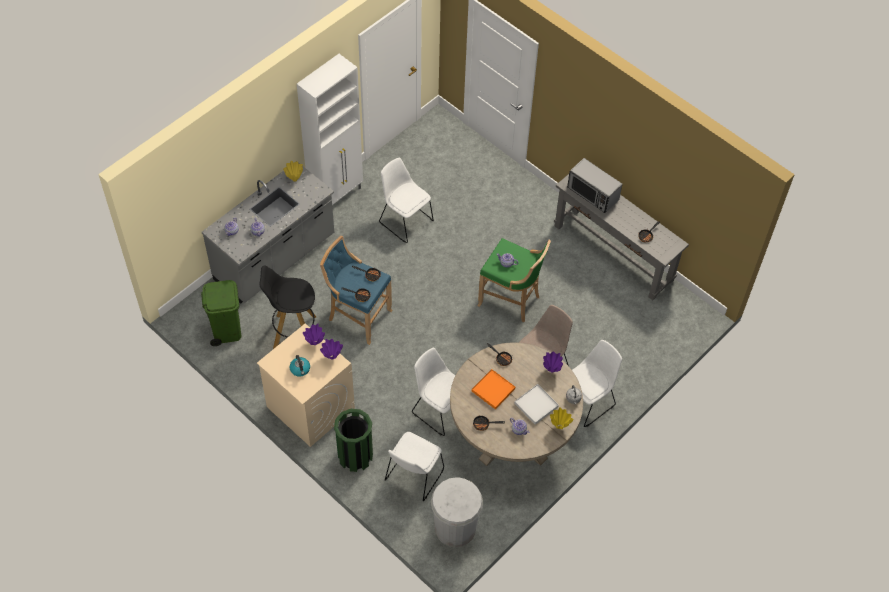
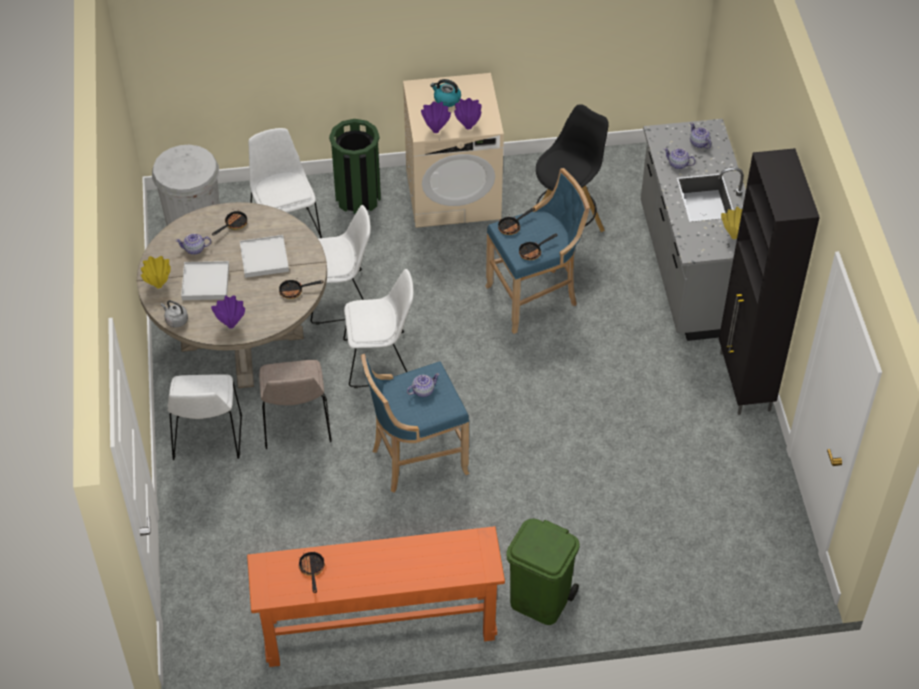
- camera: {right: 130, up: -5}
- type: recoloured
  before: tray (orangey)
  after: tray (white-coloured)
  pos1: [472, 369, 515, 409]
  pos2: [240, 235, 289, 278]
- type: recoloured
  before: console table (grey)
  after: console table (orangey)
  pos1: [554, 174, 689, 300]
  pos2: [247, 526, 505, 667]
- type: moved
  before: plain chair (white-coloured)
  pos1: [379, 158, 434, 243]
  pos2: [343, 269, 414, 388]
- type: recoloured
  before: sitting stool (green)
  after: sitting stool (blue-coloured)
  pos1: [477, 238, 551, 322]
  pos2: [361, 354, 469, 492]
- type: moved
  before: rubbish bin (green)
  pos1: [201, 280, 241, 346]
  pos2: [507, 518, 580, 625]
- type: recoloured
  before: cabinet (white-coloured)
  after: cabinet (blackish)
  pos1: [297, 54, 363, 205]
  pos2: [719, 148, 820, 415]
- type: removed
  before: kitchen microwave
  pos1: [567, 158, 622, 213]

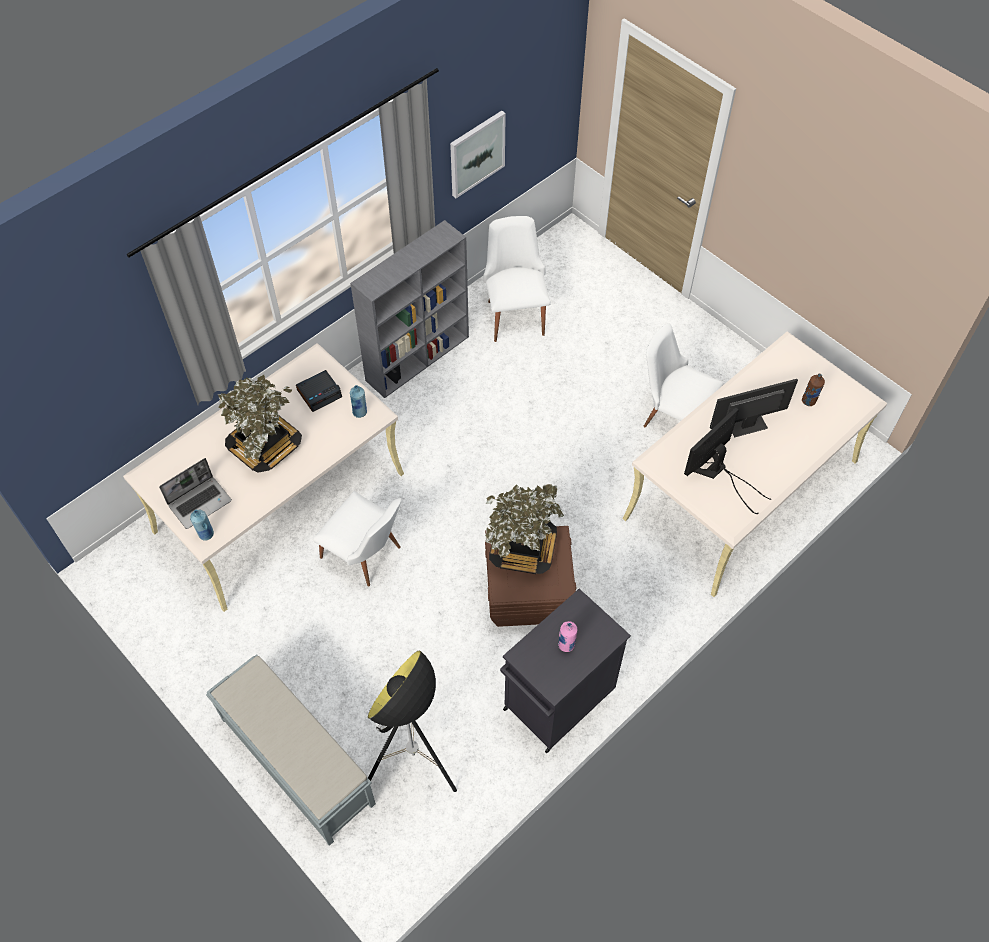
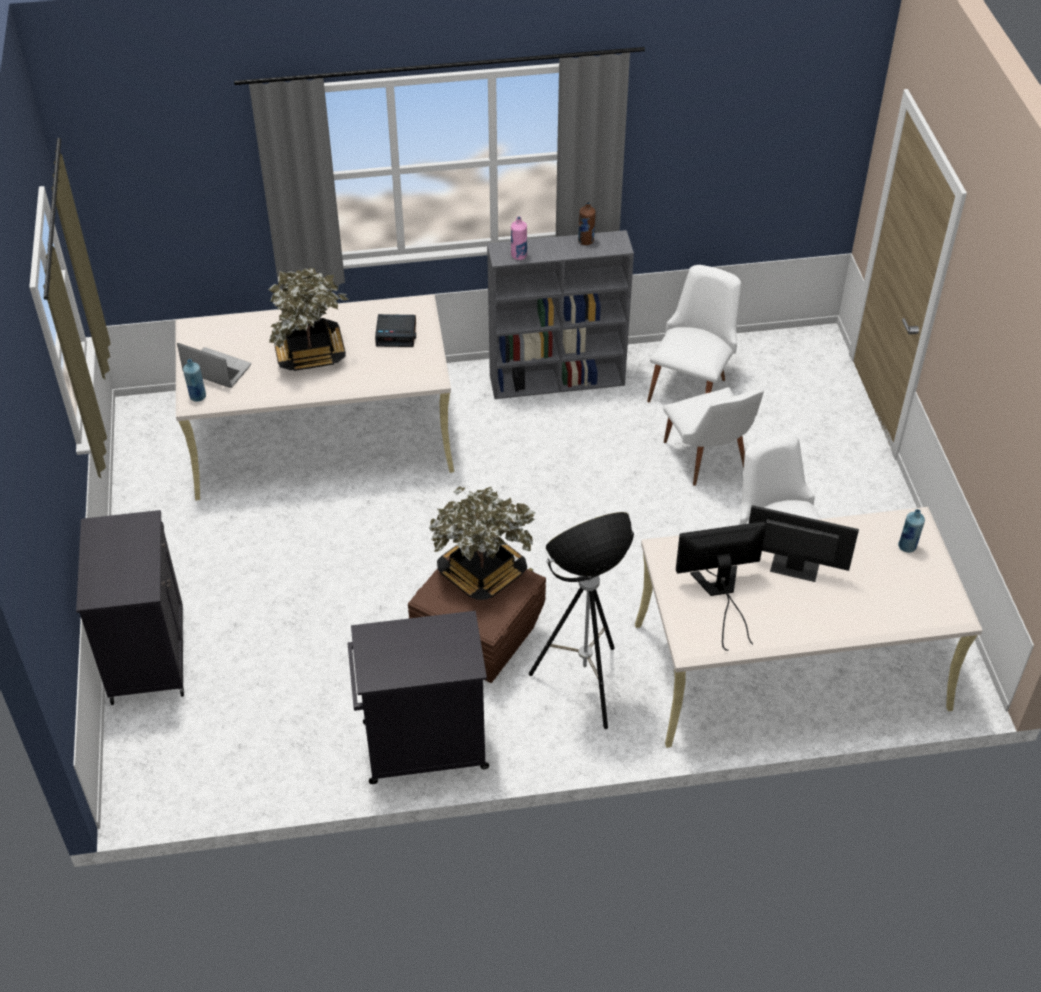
- camera: {right: 35, up: -10}
- type: replaced
  before: bench (grey)
  after: cabinet (blackish)
  pos1: [206, 654, 376, 846]
  pos2: [76, 510, 184, 705]
- type: turned
  before: portable computer
  pos1: [159, 458, 232, 529]
  pos2: [177, 343, 251, 388]
  turn: -150
- type: moved
  before: drink bottle (pink)
  pos1: [558, 621, 577, 652]
  pos2: [511, 216, 527, 260]
- type: moved
  before: floor lamp
  pos1: [368, 650, 457, 792]
  pos2: [529, 512, 634, 729]
- type: moved
  before: drink bottle (brownish)
  pos1: [802, 374, 825, 406]
  pos2: [578, 202, 596, 245]
- type: moved
  before: plain chair (white-coloured)
  pos1: [313, 491, 402, 586]
  pos2: [663, 387, 764, 486]
- type: moved
  before: drink bottle (blue-coloured)
  pos1: [350, 385, 367, 418]
  pos2: [898, 509, 925, 553]
- type: removed
  before: wall art
  pos1: [450, 111, 506, 198]

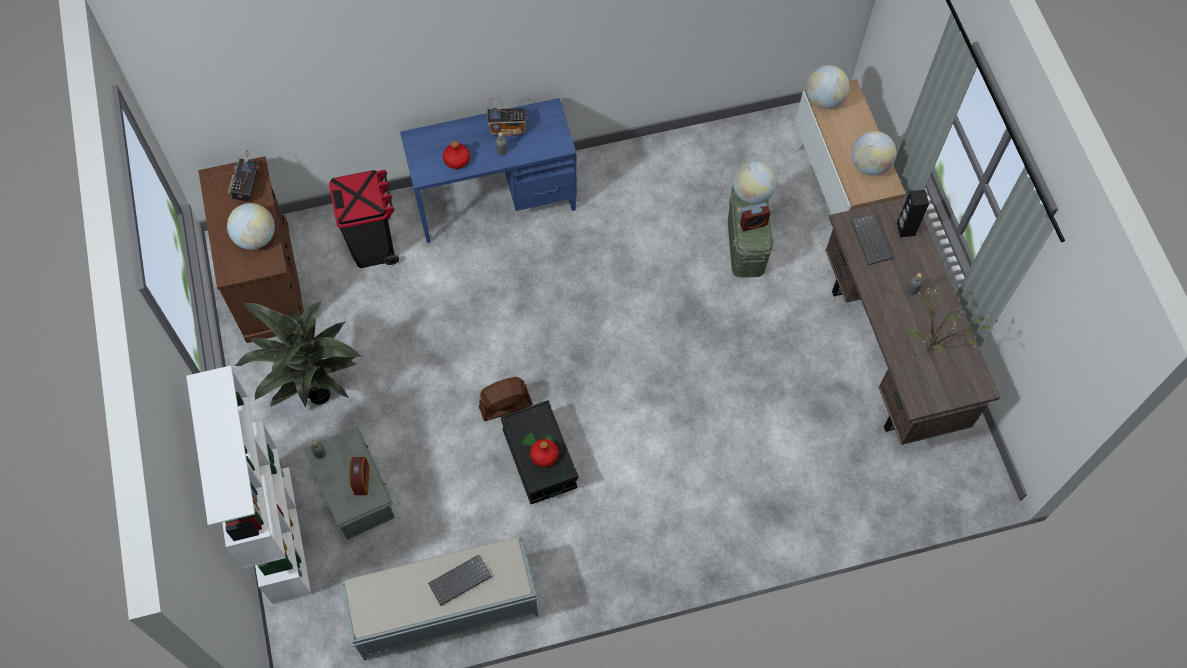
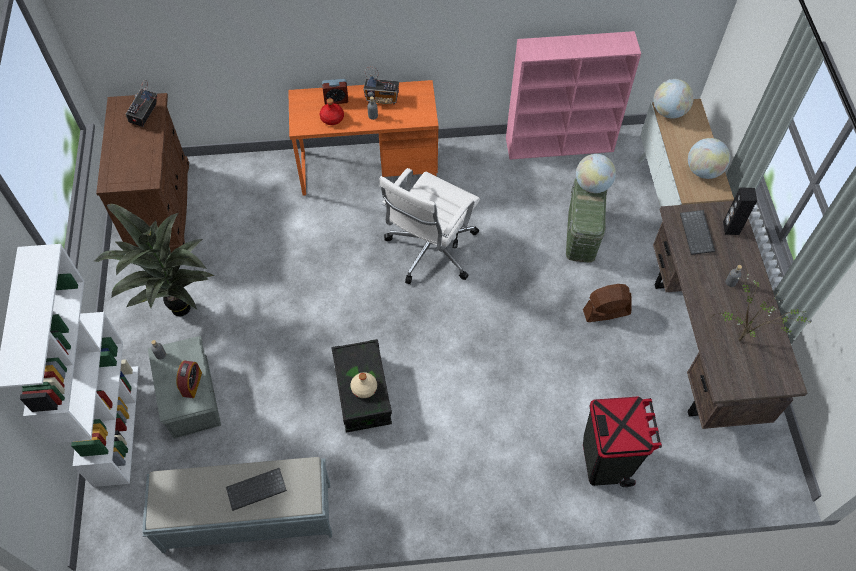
- camera: {right: 10, up: -5}
- type: recoloured
  before: desk (blue-coloured)
  after: desk (orangey)
  pos1: [400, 98, 577, 243]
  pos2: [288, 80, 438, 196]
- type: moved
  before: bedside clock
  pos1: [739, 203, 770, 231]
  pos2: [322, 79, 348, 105]
- type: recoloured
  before: drink bottle (red-coloured)
  after: drink bottle (beige-coloured)
  pos1: [530, 439, 559, 467]
  pos2: [351, 372, 377, 398]
- type: added
  after: office chair (white-coloured)
  pos2: [379, 168, 480, 284]
- type: added
  after: shelving unit (pink)
  pos2: [506, 31, 641, 159]
- type: moved
  before: cooling fan (brownish)
  pos1: [479, 377, 532, 421]
  pos2: [583, 284, 632, 322]
- type: moved
  before: rubbish bin (blackish)
  pos1: [329, 170, 399, 268]
  pos2: [583, 396, 662, 487]
- type: removed
  before: desk globe
  pos1: [227, 203, 275, 250]

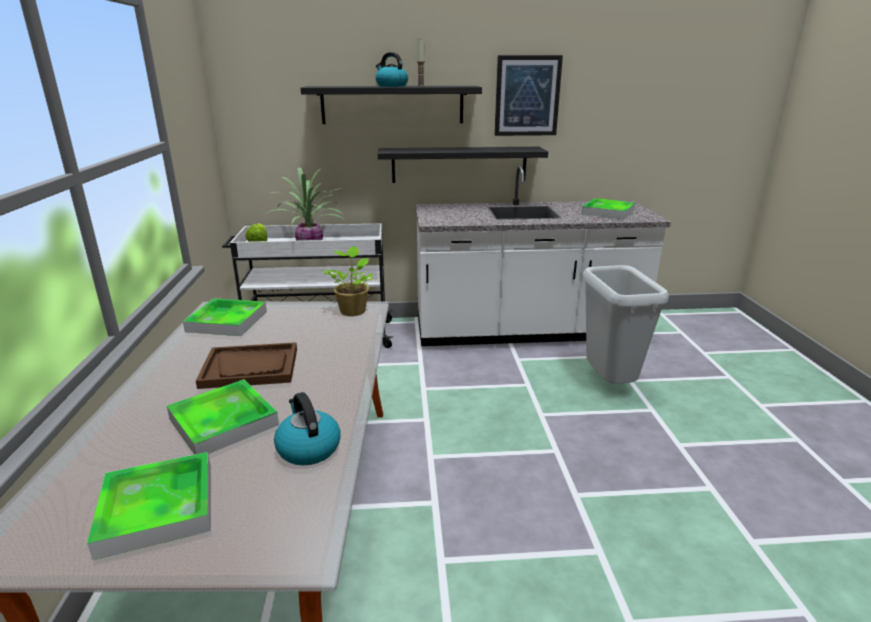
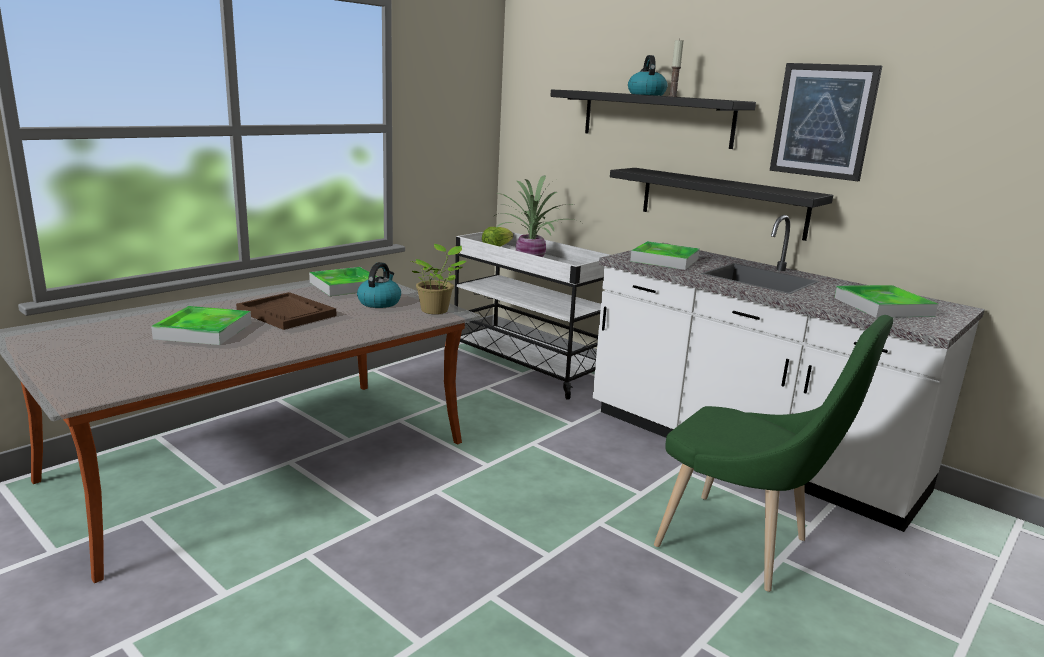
- camera: {right: 45, up: -5}
- type: moved
  before: water kettle
  pos1: [274, 392, 341, 465]
  pos2: [357, 262, 401, 308]
- type: moved
  before: tray
  pos1: [87, 452, 211, 560]
  pos2: [630, 241, 700, 270]
- type: replaced
  before: rubbish bin (grey)
  after: plain chair (green)
  pos1: [582, 265, 669, 384]
  pos2: [654, 315, 893, 592]

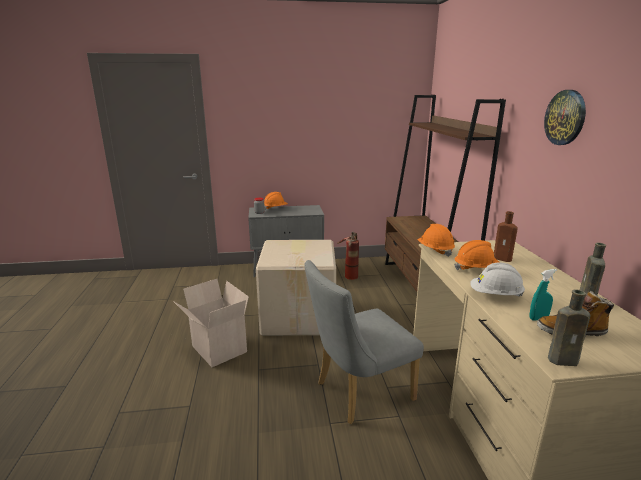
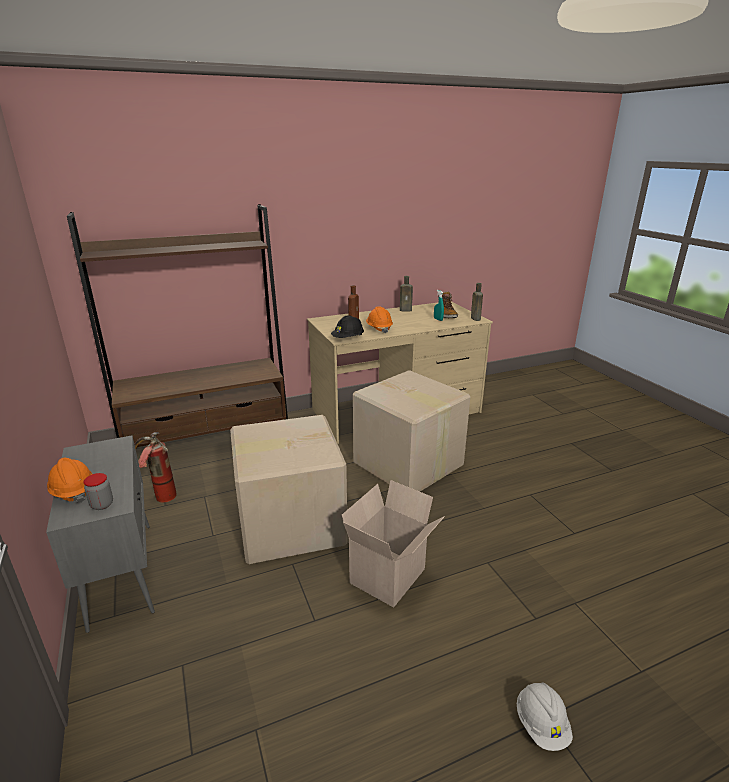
- camera: {right: -105, up: 5}
- type: recoloured
  before: hard hat (orangey)
  after: hard hat (blackish)
  pos1: [418, 224, 455, 257]
  pos2: [331, 315, 364, 338]
- type: replaced
  before: plain chair (grey)
  after: cardboard box
  pos1: [305, 260, 424, 424]
  pos2: [353, 370, 470, 492]
- type: moved
  before: hard hat (white-coloured)
  pos1: [470, 262, 525, 296]
  pos2: [517, 683, 573, 751]
- type: removed
  before: clock on the wall
  pos1: [544, 90, 586, 145]

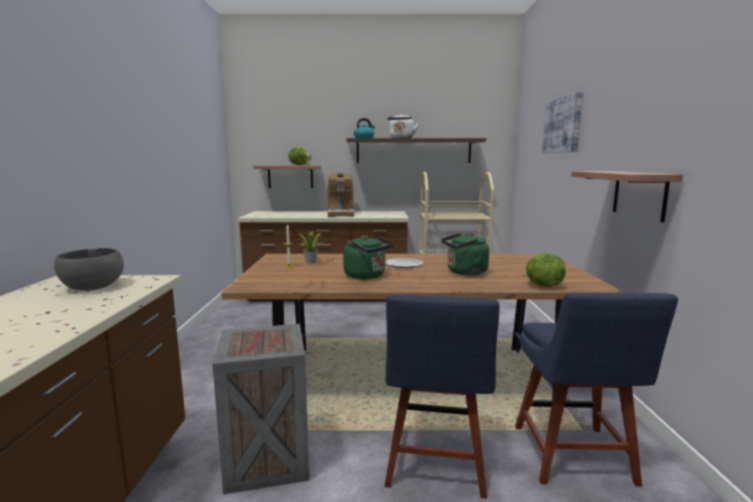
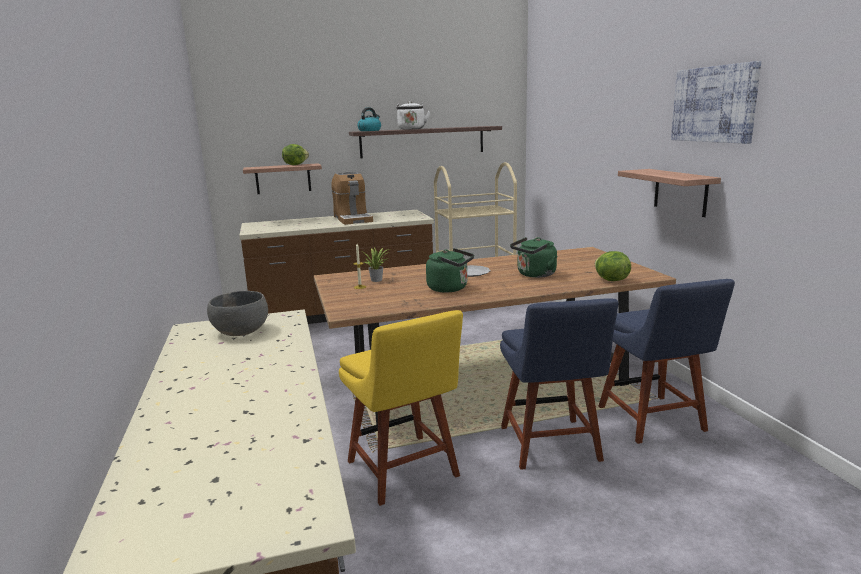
- camera: {right: -15, up: 5}
- type: replaced
  before: crate
  after: plain chair (yellow)
  pos1: [212, 324, 310, 494]
  pos2: [339, 310, 463, 506]
- type: moved
  before: wall art
  pos1: [542, 92, 583, 153]
  pos2: [671, 61, 761, 144]

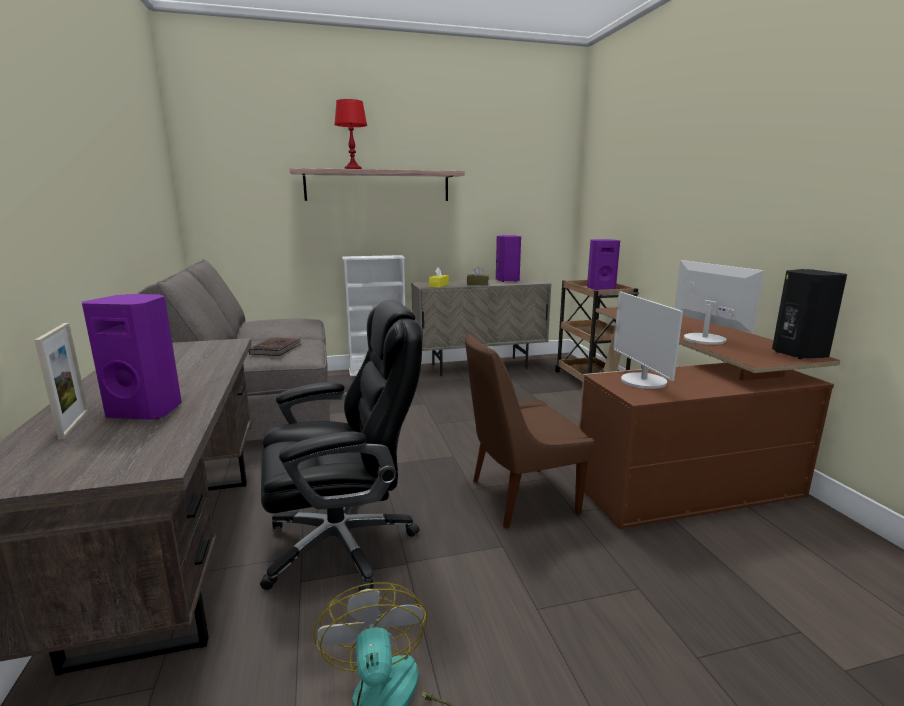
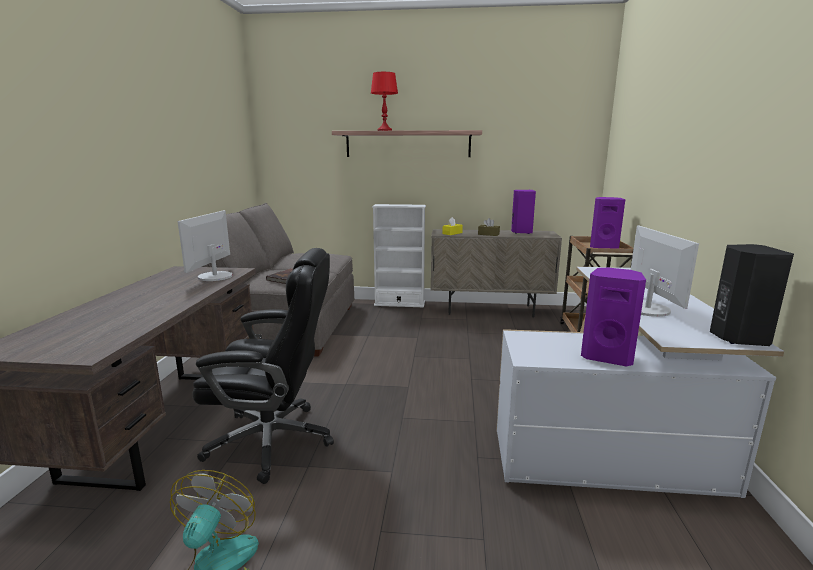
- camera: {right: 20, up: 0}
- type: moved
  before: computer display
  pos1: [613, 291, 683, 389]
  pos2: [178, 210, 232, 281]
- type: recoloured
  before: desk (brownish)
  after: desk (white-coloured)
  pos1: [575, 307, 840, 530]
  pos2: [496, 267, 784, 498]
- type: moved
  before: audio speaker (purple)
  pos1: [82, 294, 182, 420]
  pos2: [581, 268, 646, 367]
- type: removed
  before: picture frame
  pos1: [35, 323, 88, 440]
- type: removed
  before: plain chair (brownish)
  pos1: [465, 333, 594, 529]

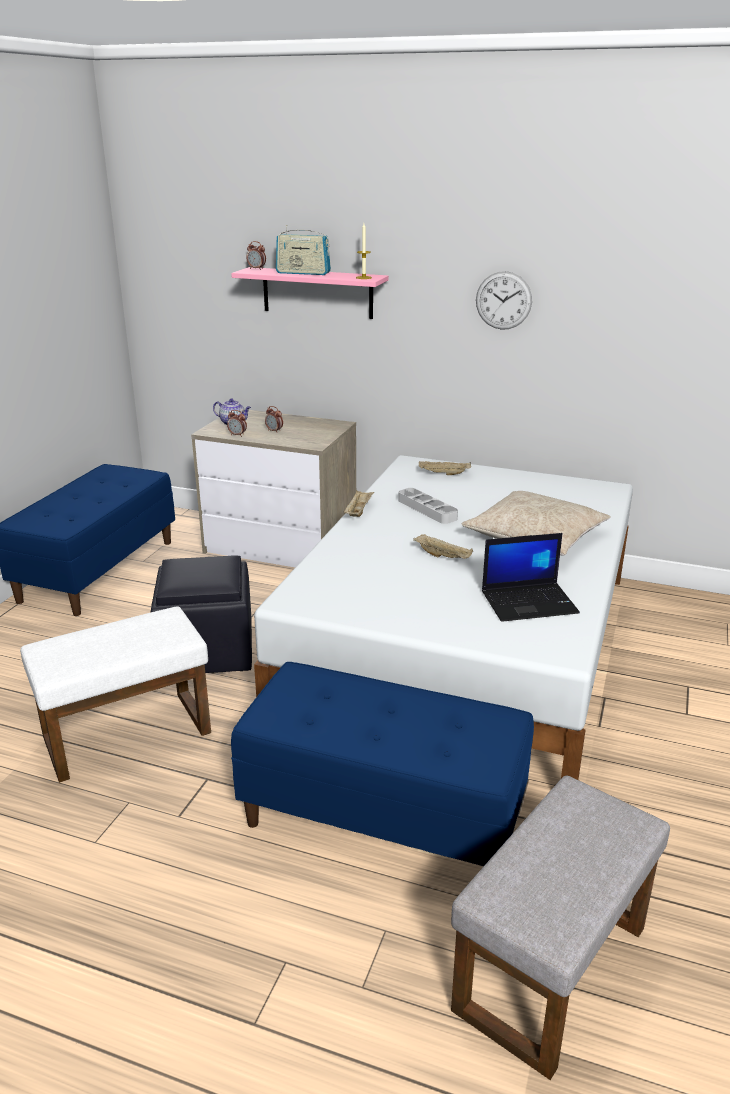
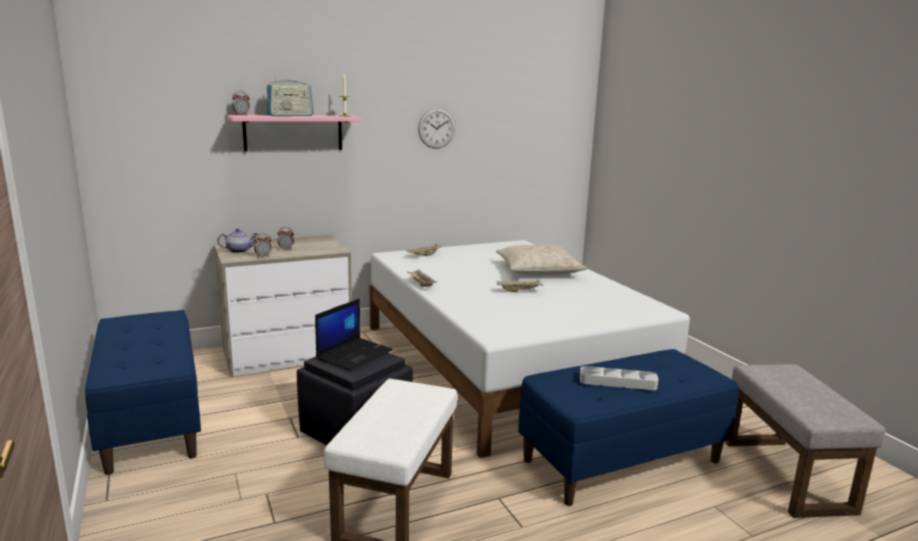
- camera: {right: -45, up: -10}
- type: moved
  before: portable computer
  pos1: [482, 533, 580, 622]
  pos2: [315, 298, 393, 371]
- type: moved
  before: tray (grey)
  pos1: [398, 488, 458, 524]
  pos2: [580, 366, 659, 390]

